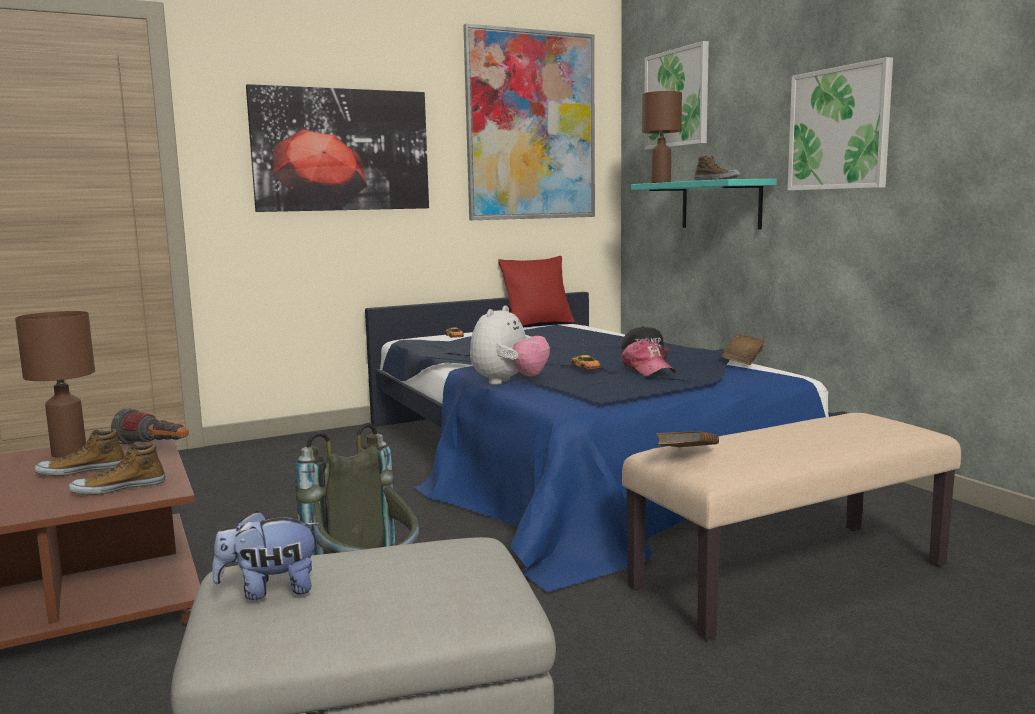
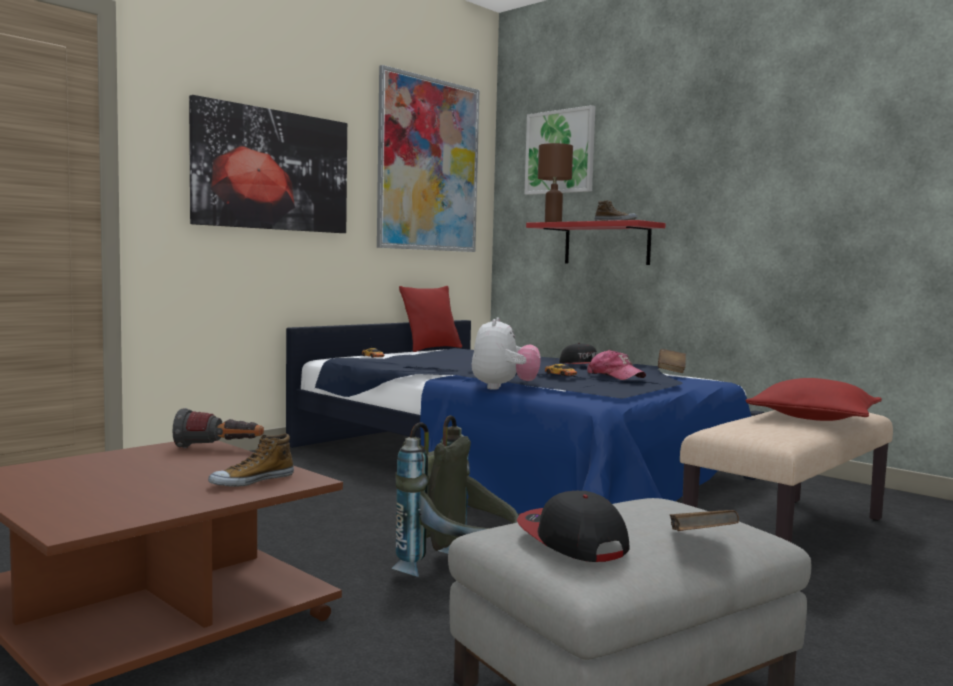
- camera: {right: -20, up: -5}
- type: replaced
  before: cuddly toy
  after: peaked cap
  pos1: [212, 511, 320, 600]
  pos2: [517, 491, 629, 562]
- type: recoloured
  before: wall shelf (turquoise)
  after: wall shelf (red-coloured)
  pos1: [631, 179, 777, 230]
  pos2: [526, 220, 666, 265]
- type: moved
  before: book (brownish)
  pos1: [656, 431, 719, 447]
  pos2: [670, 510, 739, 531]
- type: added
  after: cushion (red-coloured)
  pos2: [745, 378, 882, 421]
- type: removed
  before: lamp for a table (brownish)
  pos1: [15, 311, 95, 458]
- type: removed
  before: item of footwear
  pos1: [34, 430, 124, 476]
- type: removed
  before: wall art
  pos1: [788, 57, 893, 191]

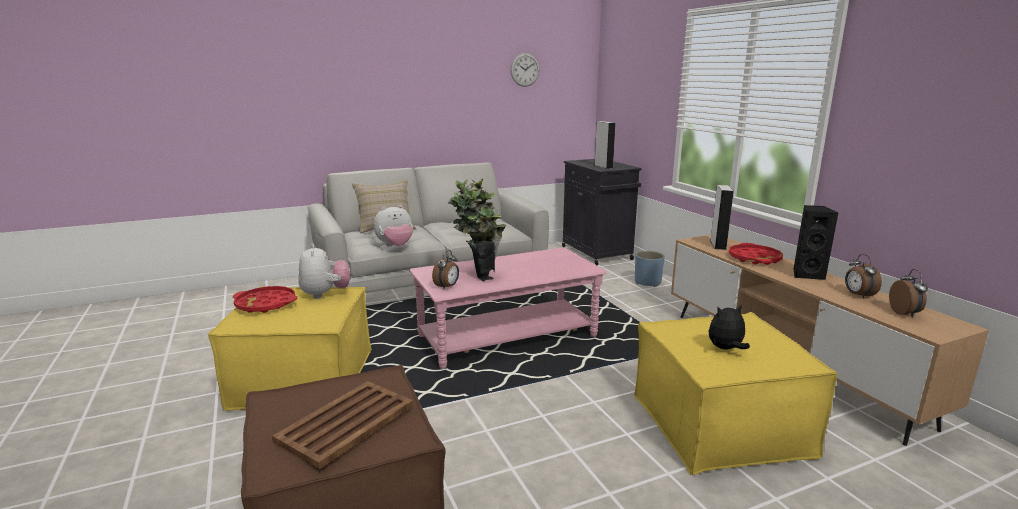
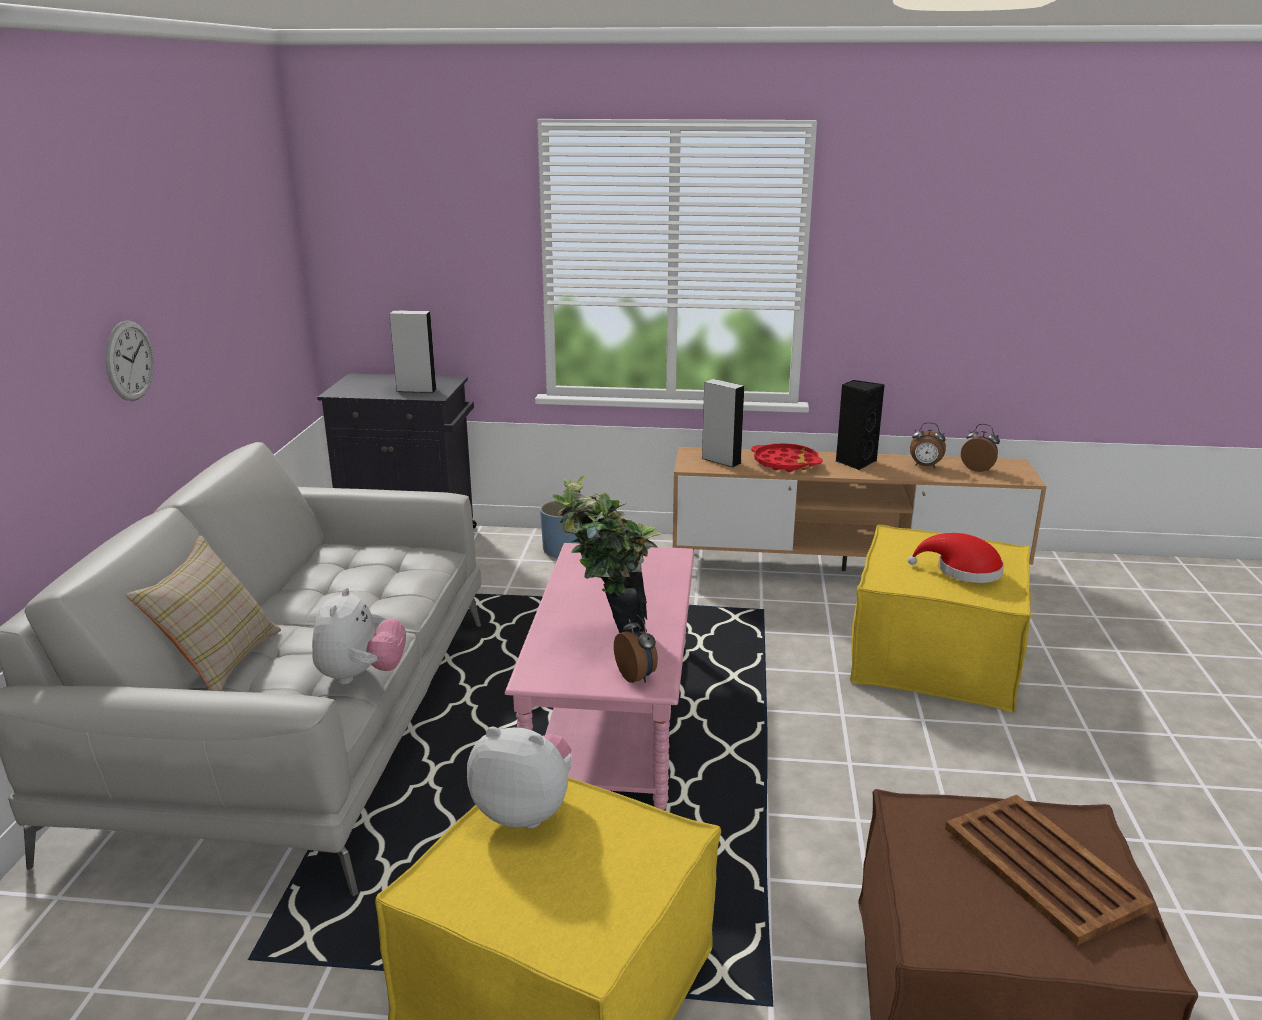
- camera: {right: -60, up: 5}
- type: moved
  before: clock on the wall
  pos1: [510, 53, 540, 87]
  pos2: [105, 320, 154, 401]
- type: replaced
  before: cuddly toy
  after: hat (red-coloured)
  pos1: [709, 304, 750, 349]
  pos2: [908, 533, 1004, 583]
- type: removed
  before: tray (red-coloured)
  pos1: [233, 286, 297, 313]

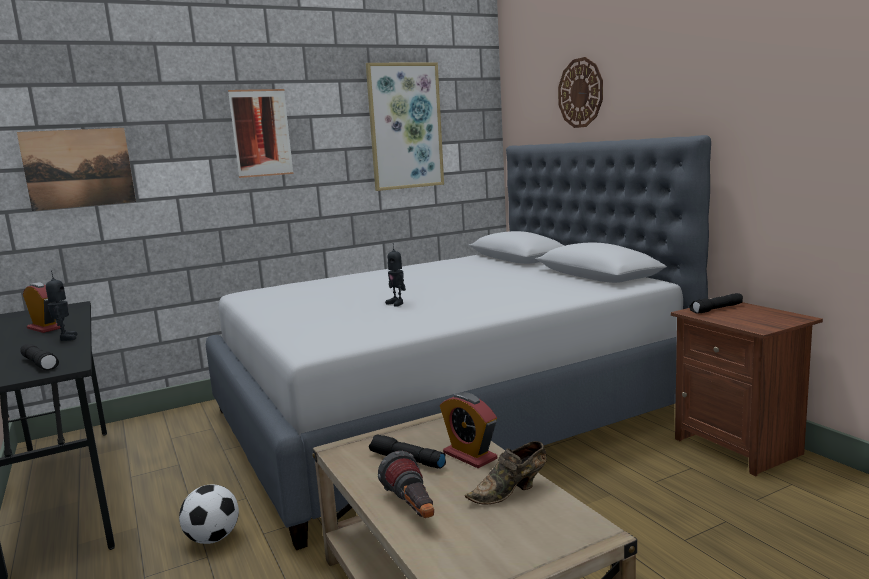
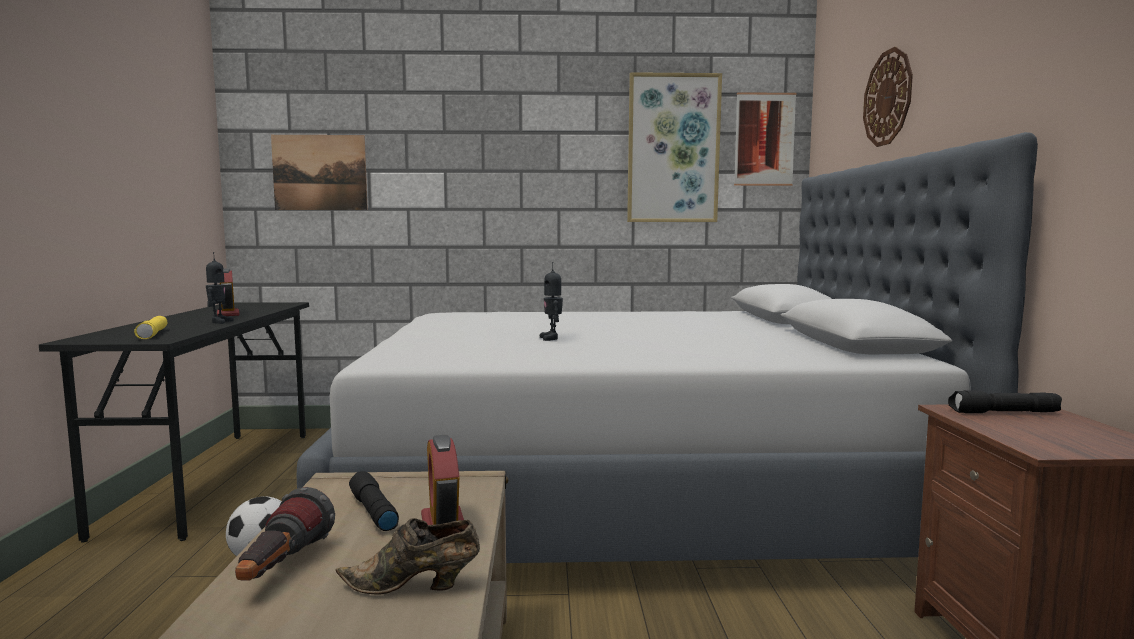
- camera: {right: 25, up: -5}
- type: recoloured
  before: hand torch (blackish)
  after: hand torch (yellow)
  pos1: [20, 344, 59, 370]
  pos2: [134, 316, 167, 339]
- type: moved
  before: wall art
  pos1: [228, 89, 293, 178]
  pos2: [734, 92, 796, 186]

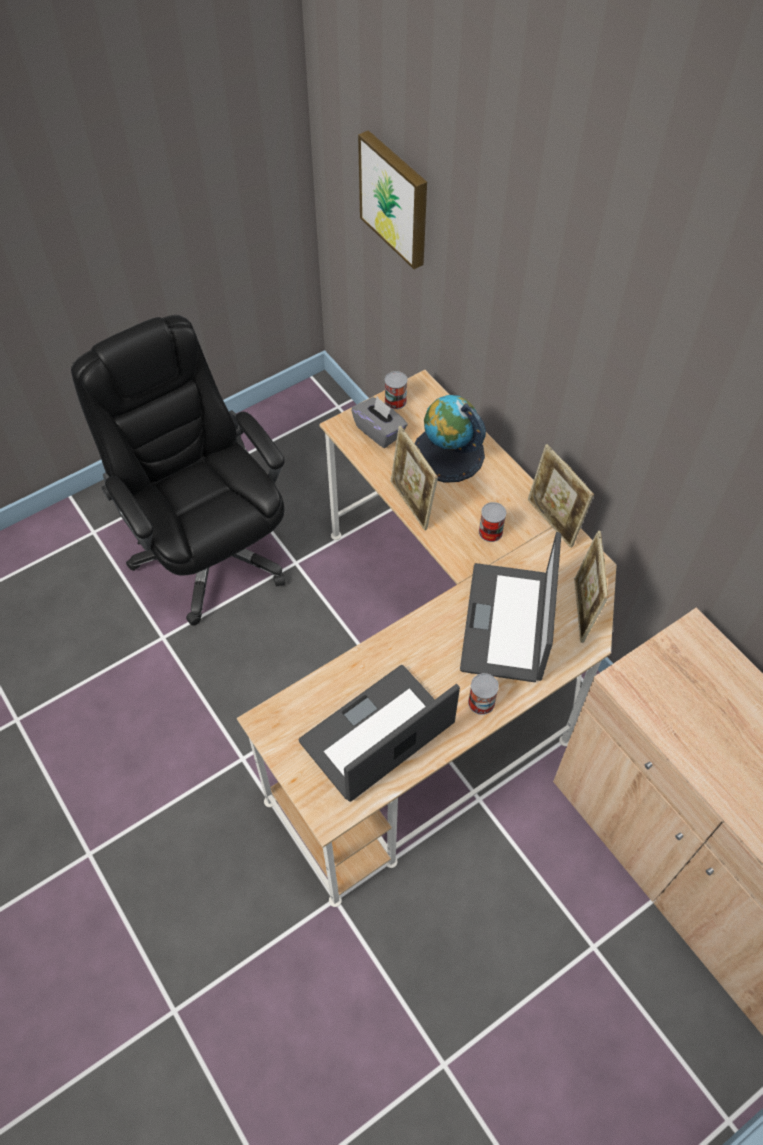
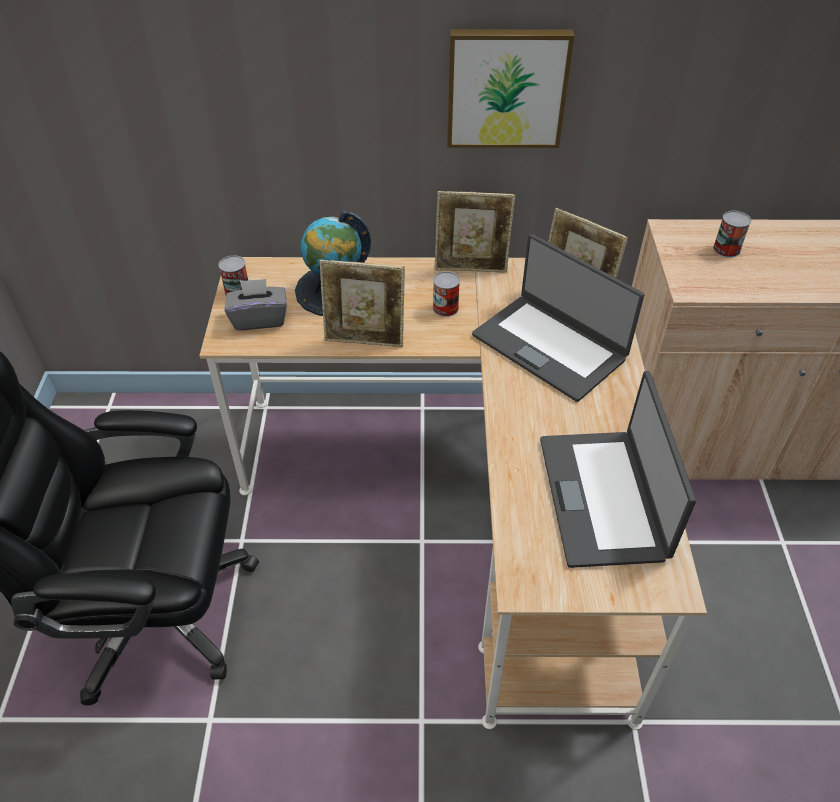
- camera: {right: -55, up: -10}
- type: moved
  before: wall art
  pos1: [358, 130, 427, 269]
  pos2: [447, 29, 574, 148]
- type: moved
  before: metal can
  pos1: [468, 673, 499, 715]
  pos2: [713, 211, 751, 258]

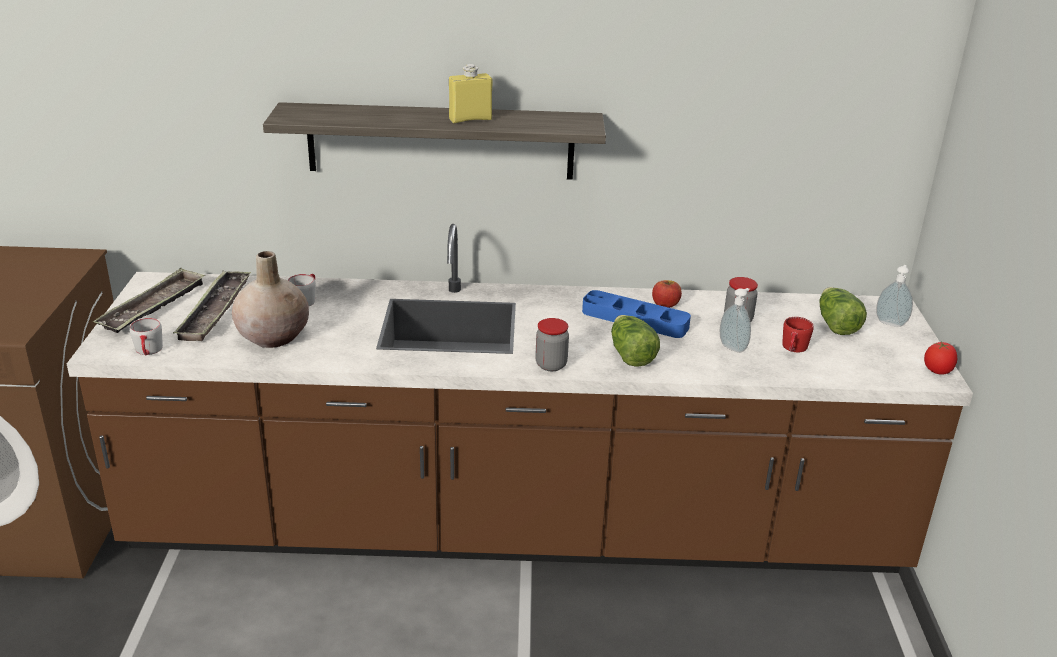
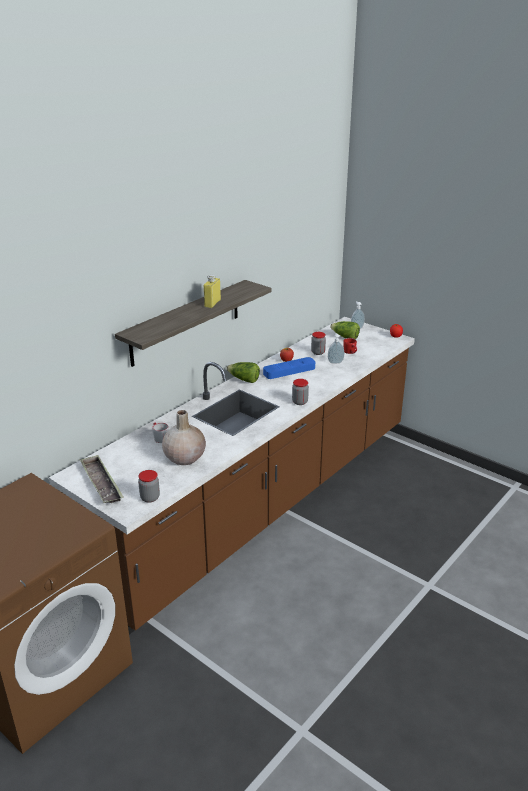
- camera: {right: -50, up: 0}
- type: replaced
  before: tea mug (grey)
  after: preserve jar
  pos1: [130, 318, 163, 356]
  pos2: [138, 470, 160, 503]
- type: moved
  before: lettuce
  pos1: [611, 315, 660, 367]
  pos2: [226, 362, 260, 383]
- type: removed
  before: tray
  pos1: [173, 271, 251, 341]

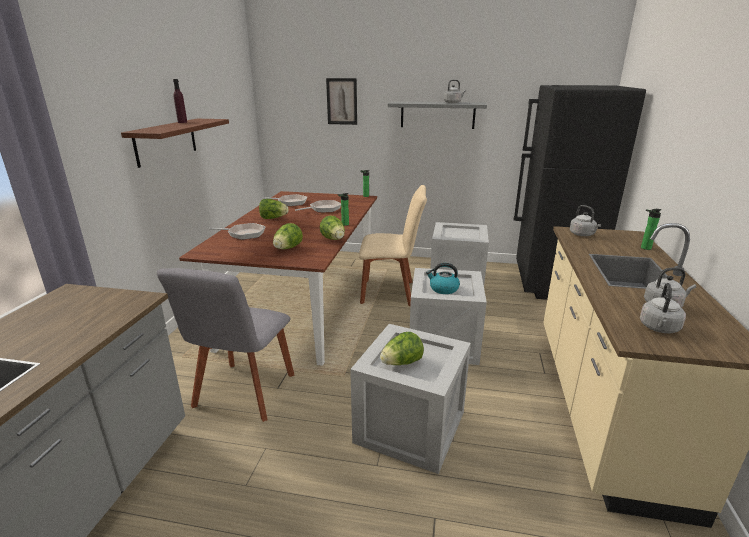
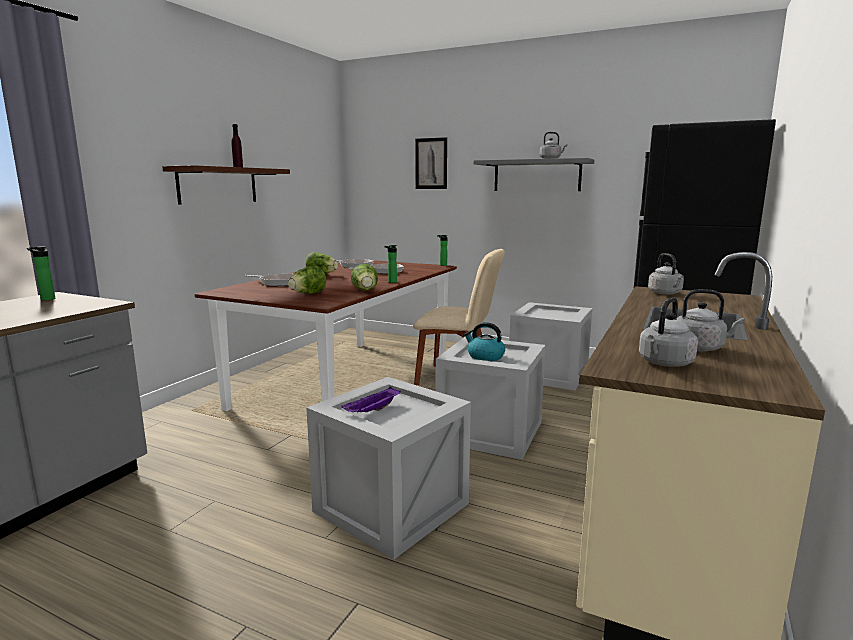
- camera: {right: 15, up: -10}
- type: moved
  before: drink bottle
  pos1: [641, 209, 661, 250]
  pos2: [27, 246, 55, 301]
- type: replaced
  before: lettuce
  after: tray (purple)
  pos1: [380, 332, 424, 365]
  pos2: [341, 386, 401, 412]
- type: removed
  before: plain chair (grey)
  pos1: [157, 268, 294, 422]

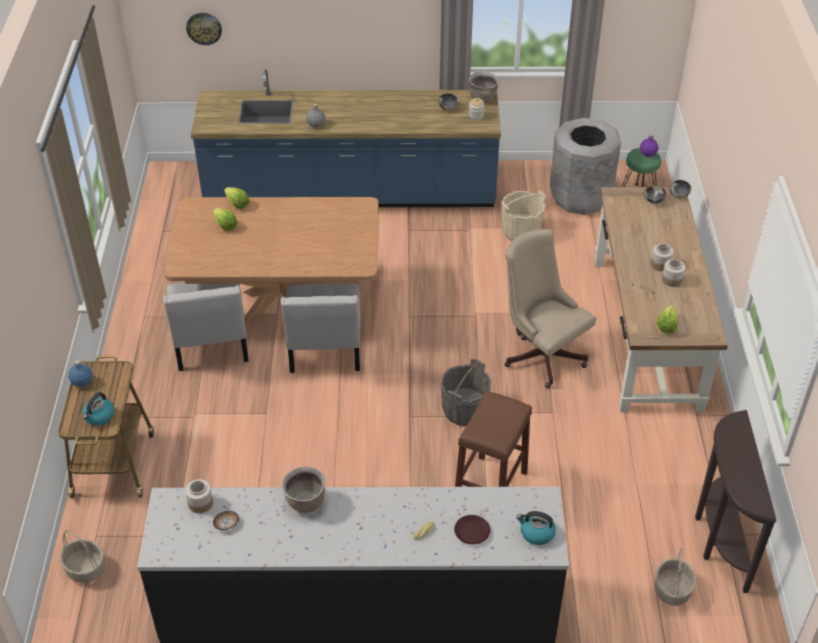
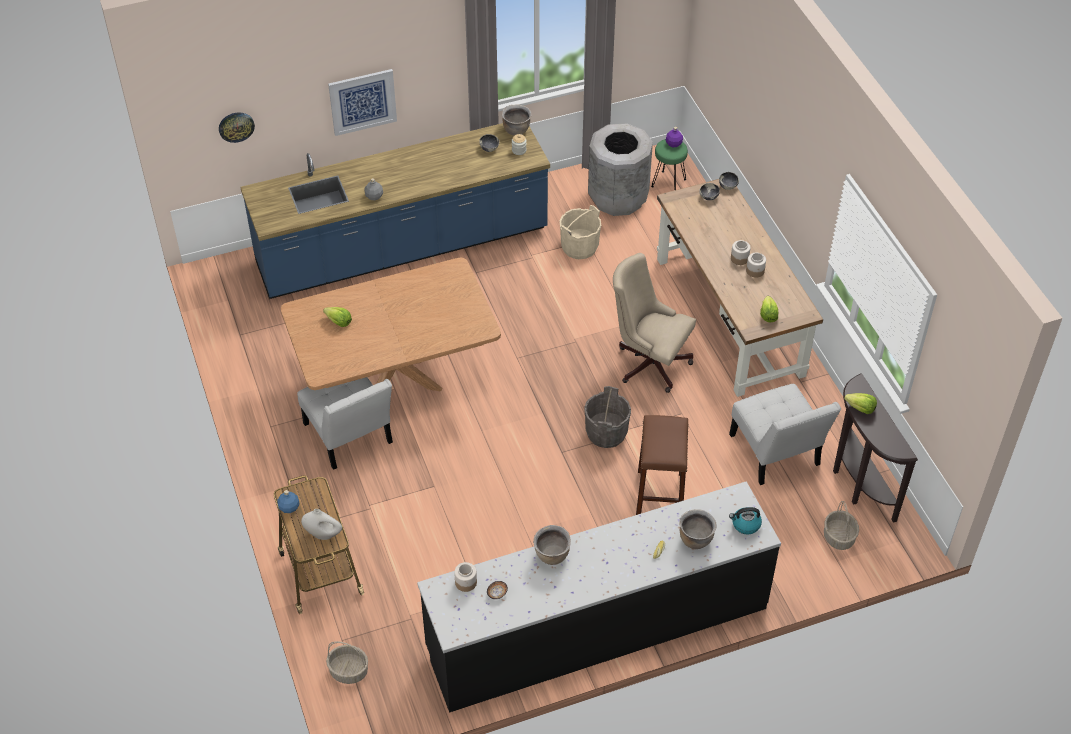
- camera: {right: -20, up: 5}
- type: replaced
  before: water kettle
  after: flower vase (white-coloured)
  pos1: [82, 392, 114, 426]
  pos2: [301, 509, 342, 540]
- type: added
  after: wall art
  pos2: [328, 69, 397, 136]
- type: replaced
  before: dinner plate (brownish)
  after: saucepot (brownish)
  pos1: [454, 515, 490, 545]
  pos2: [679, 509, 716, 549]
- type: moved
  before: plain chair (white-coloured)
  pos1: [281, 283, 360, 373]
  pos2: [729, 384, 841, 485]
- type: moved
  before: lettuce
  pos1: [224, 187, 249, 209]
  pos2: [844, 393, 877, 414]

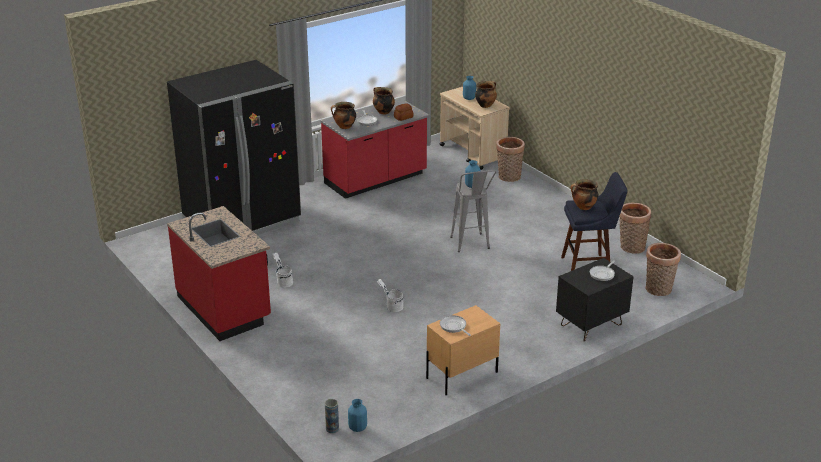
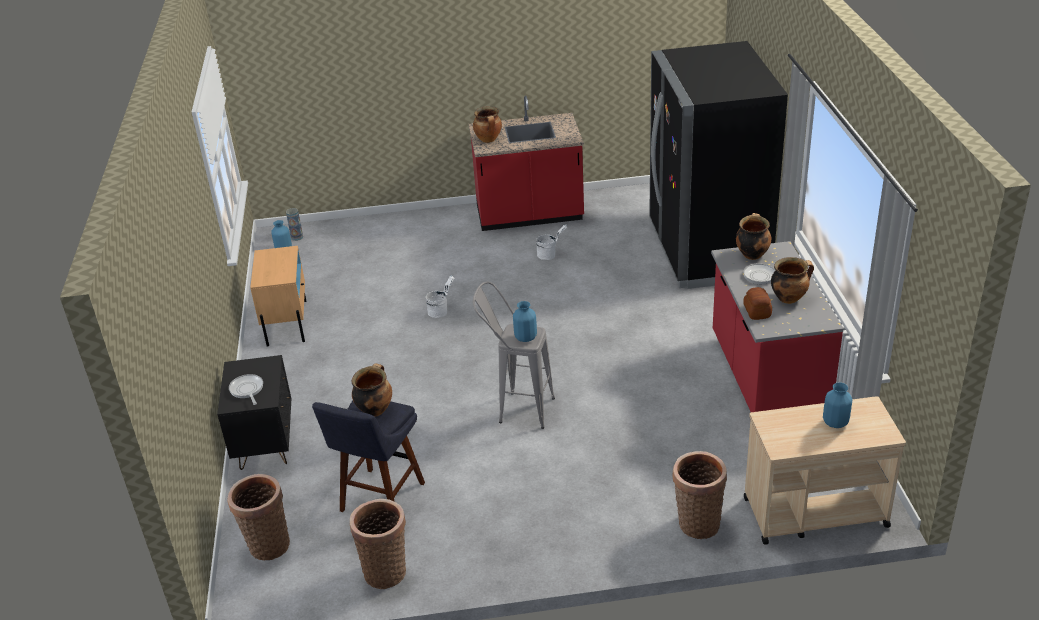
- camera: {right: 120, up: 5}
- type: moved
  before: saucepot
  pos1: [475, 81, 497, 108]
  pos2: [473, 106, 502, 143]
- type: removed
  before: frying pan
  pos1: [440, 315, 471, 336]

